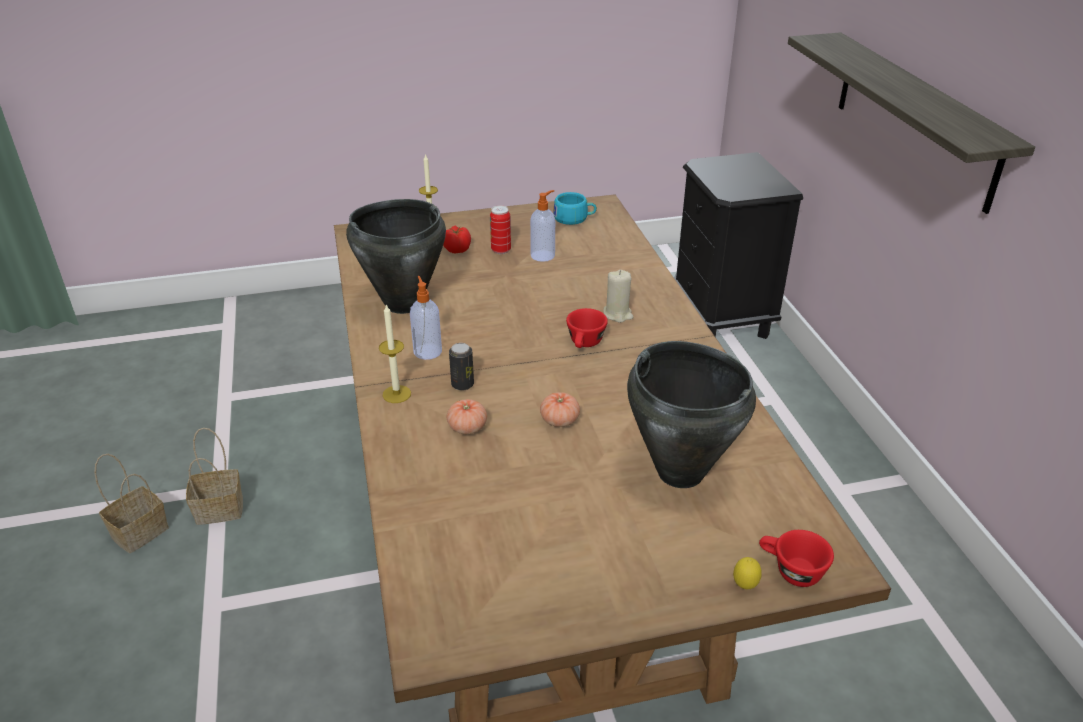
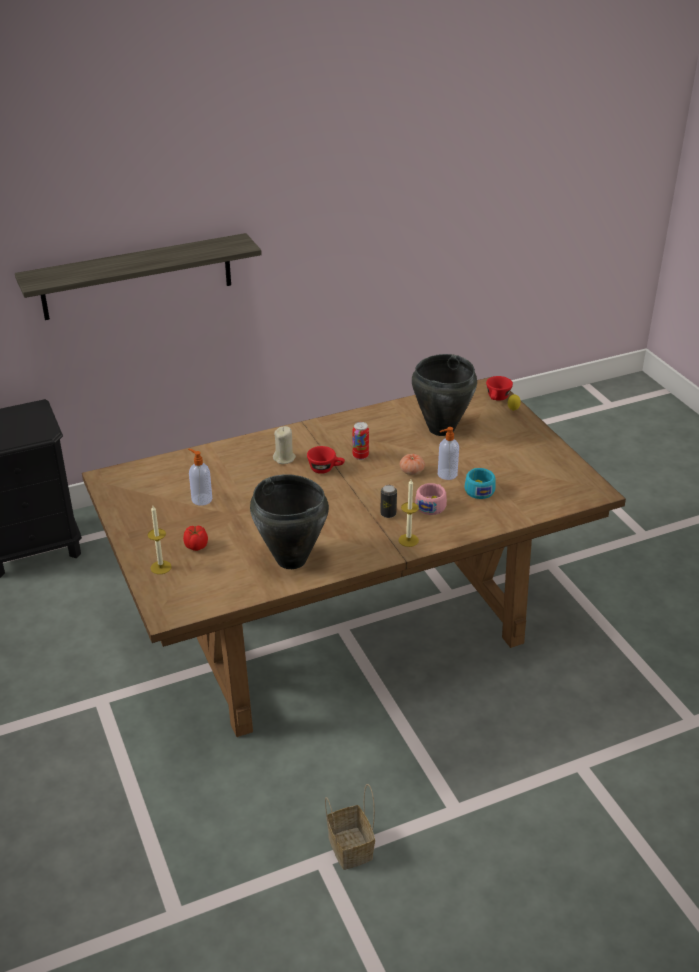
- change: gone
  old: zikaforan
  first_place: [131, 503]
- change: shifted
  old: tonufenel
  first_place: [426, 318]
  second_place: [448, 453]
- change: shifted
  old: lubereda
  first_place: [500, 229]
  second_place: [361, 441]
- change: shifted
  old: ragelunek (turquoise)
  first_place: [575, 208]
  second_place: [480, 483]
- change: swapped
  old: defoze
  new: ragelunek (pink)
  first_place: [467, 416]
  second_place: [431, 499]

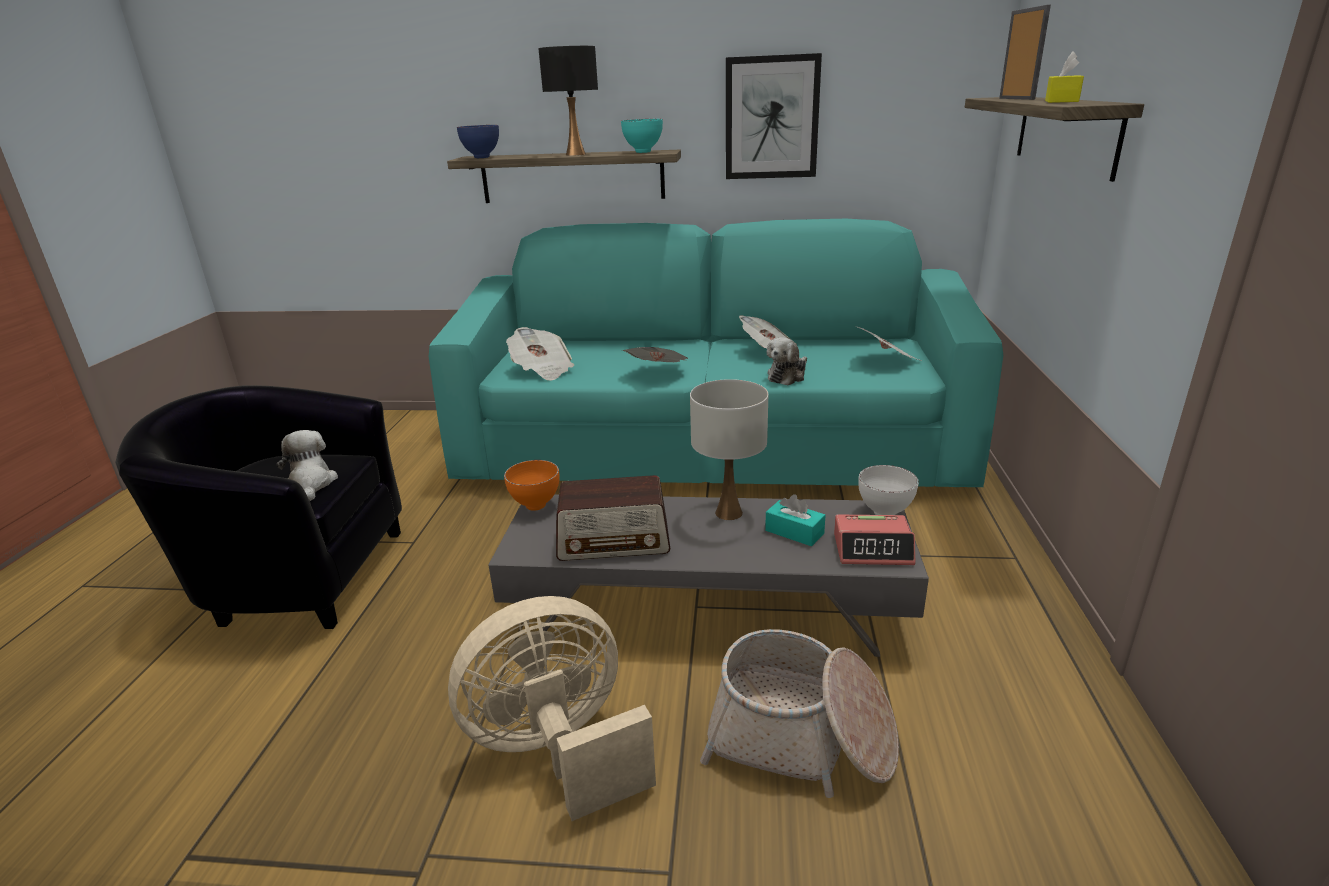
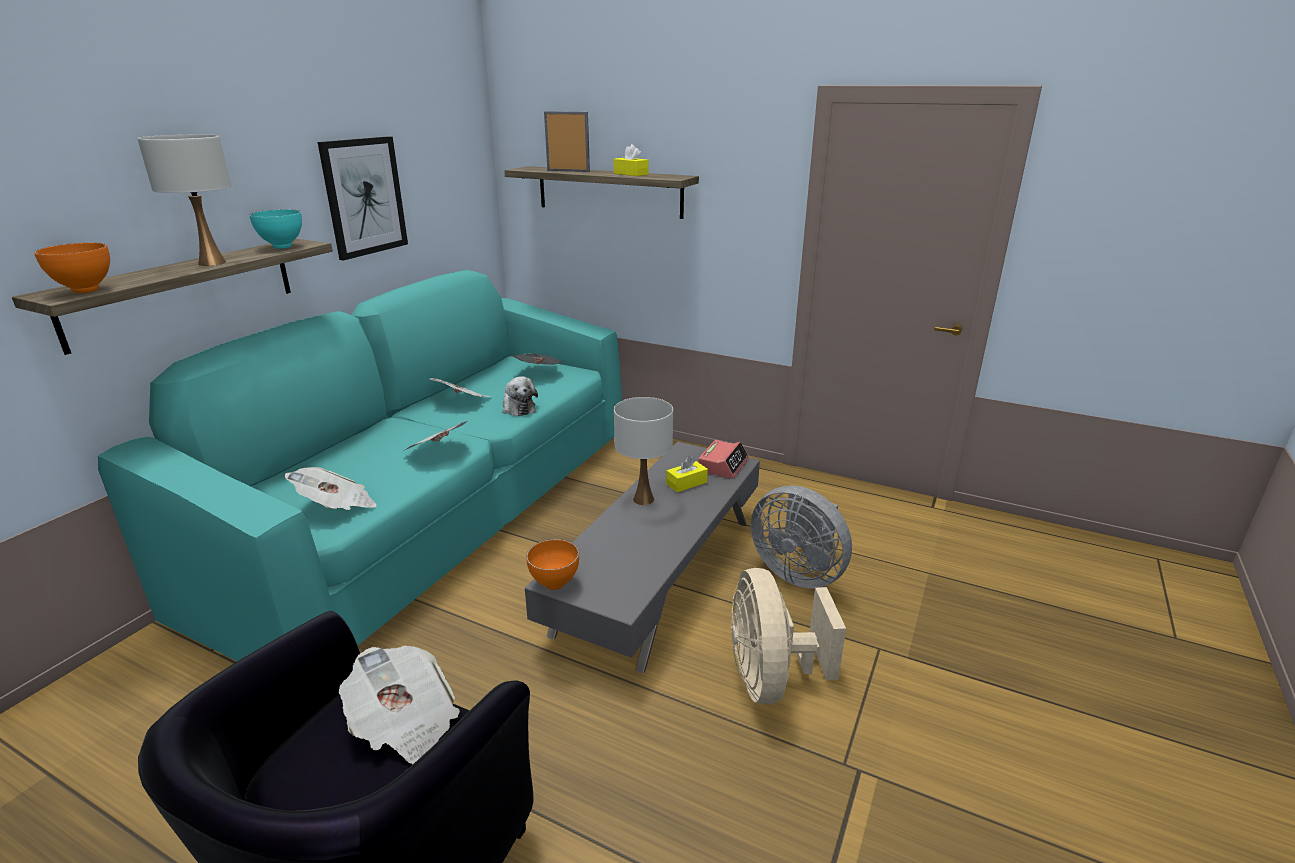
- change: gone
  old: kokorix
  first_place: [613, 518]
- change: gone
  old: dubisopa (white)
  first_place: [888, 490]
- change: swapped
  old: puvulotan
  new: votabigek
  first_place: [307, 465]
  second_place: [399, 705]
- change: swapped
  old: zikaforan
  new: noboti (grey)
  first_place: [799, 713]
  second_place: [801, 537]
- change: repainted
  old: dubisopa (blue)
  new: dubisopa (orange)
  first_place: [478, 141]
  second_place: [72, 268]
- change: repainted
  old: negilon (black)
  new: negilon (white)
  first_place: [568, 101]
  second_place: [184, 200]
- change: repainted
  old: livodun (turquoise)
  new: livodun (yellow)
  first_place: [795, 520]
  second_place: [687, 474]

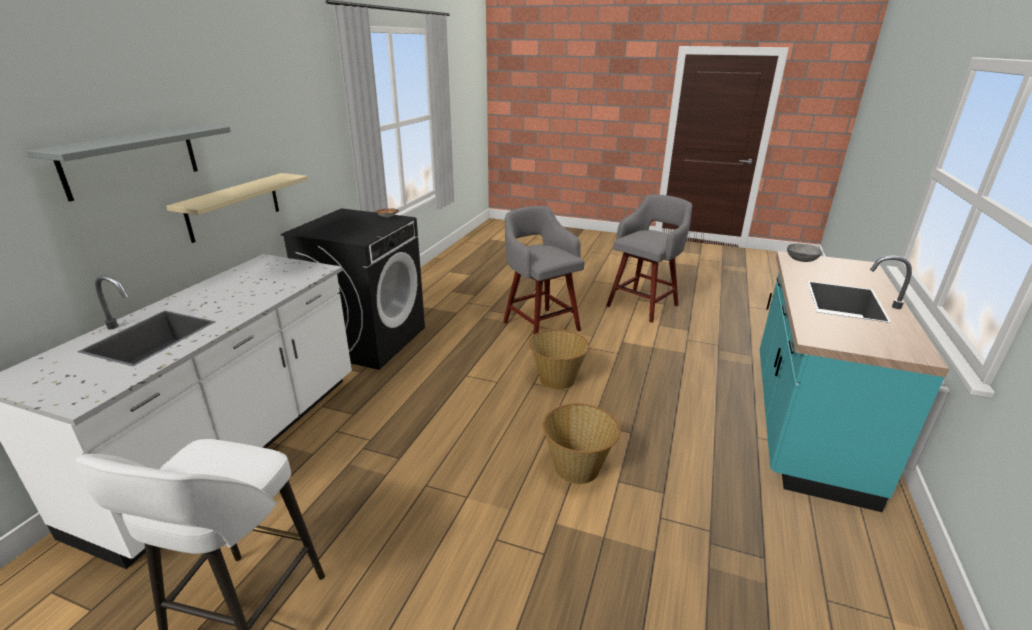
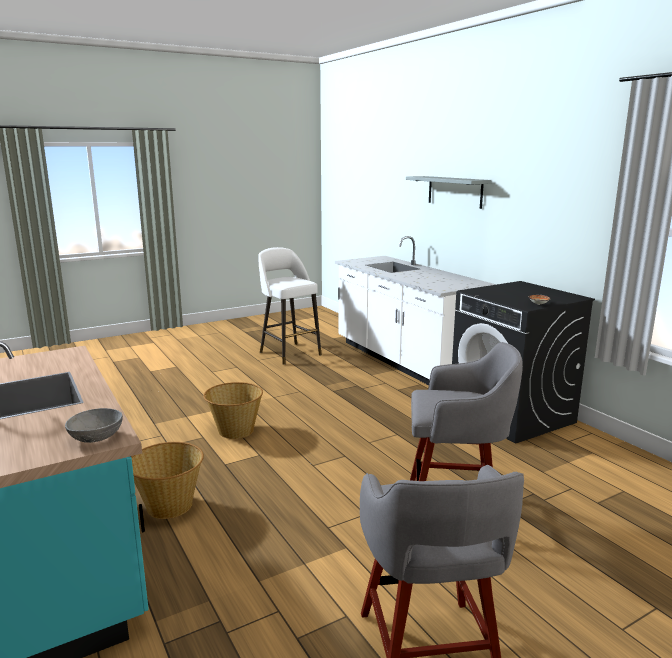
- change: gone
  old: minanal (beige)
  first_place: [237, 208]
- change: shifted
  old: zikaforan
  first_place: [558, 359]
  second_place: [167, 480]

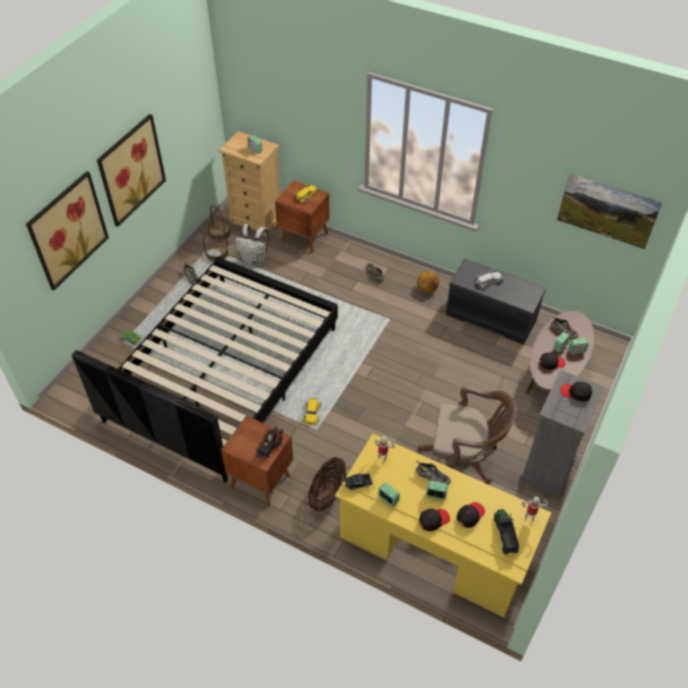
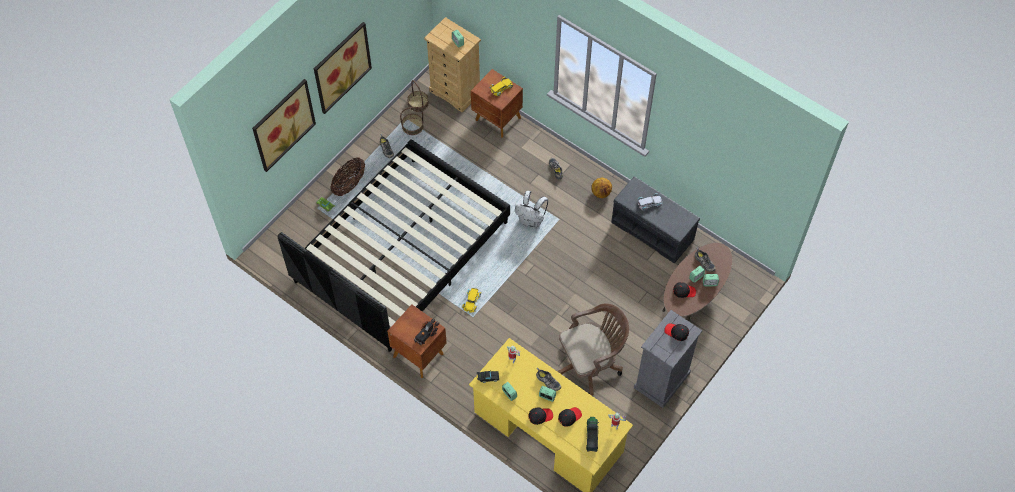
- change: gone
  old: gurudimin
  first_place: [610, 211]
- change: shifted
  old: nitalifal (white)
  first_place: [252, 244]
  second_place: [531, 210]
- change: shifted
  old: zikaforan
  first_place: [327, 484]
  second_place: [348, 177]
- change: rotated
  old: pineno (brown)
  first_place: [467, 435]
  second_place: [593, 350]
  degrees: -45

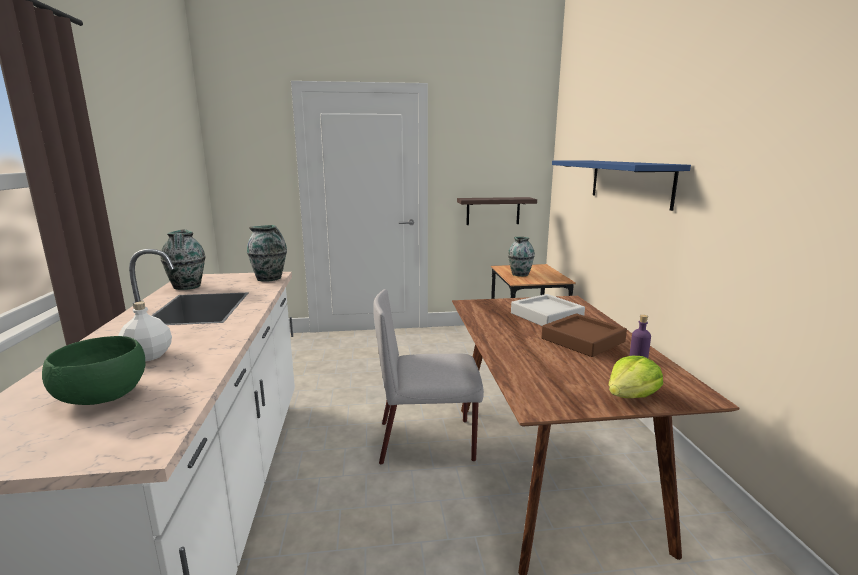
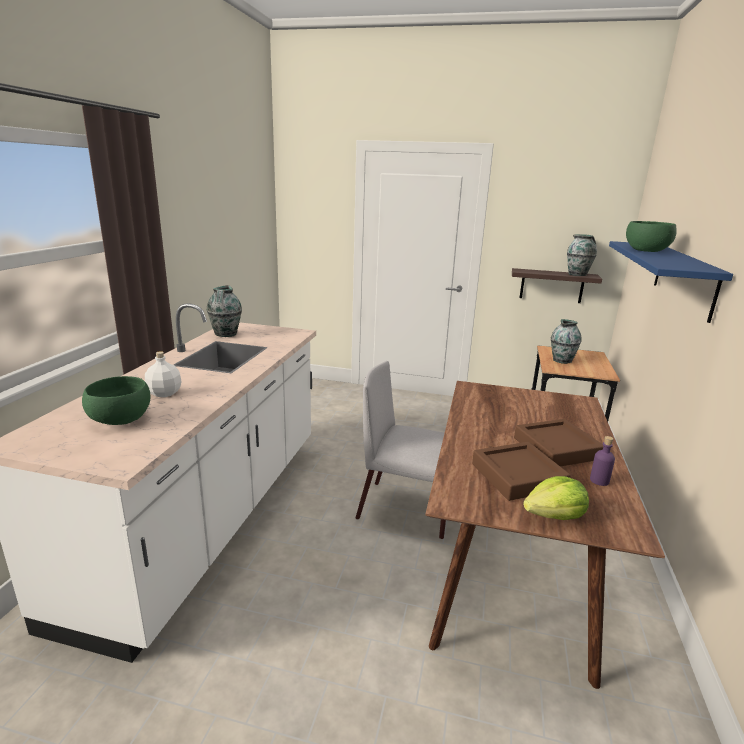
- change: gone
  old: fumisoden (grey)
  first_place: [548, 310]
- change: new
  new: fumisoden (brown)
  second_place: [521, 471]
- change: new
  new: dubisopa (green)
  second_place: [651, 236]
- change: shifted
  old: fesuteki
  first_place: [267, 253]
  second_place: [582, 255]

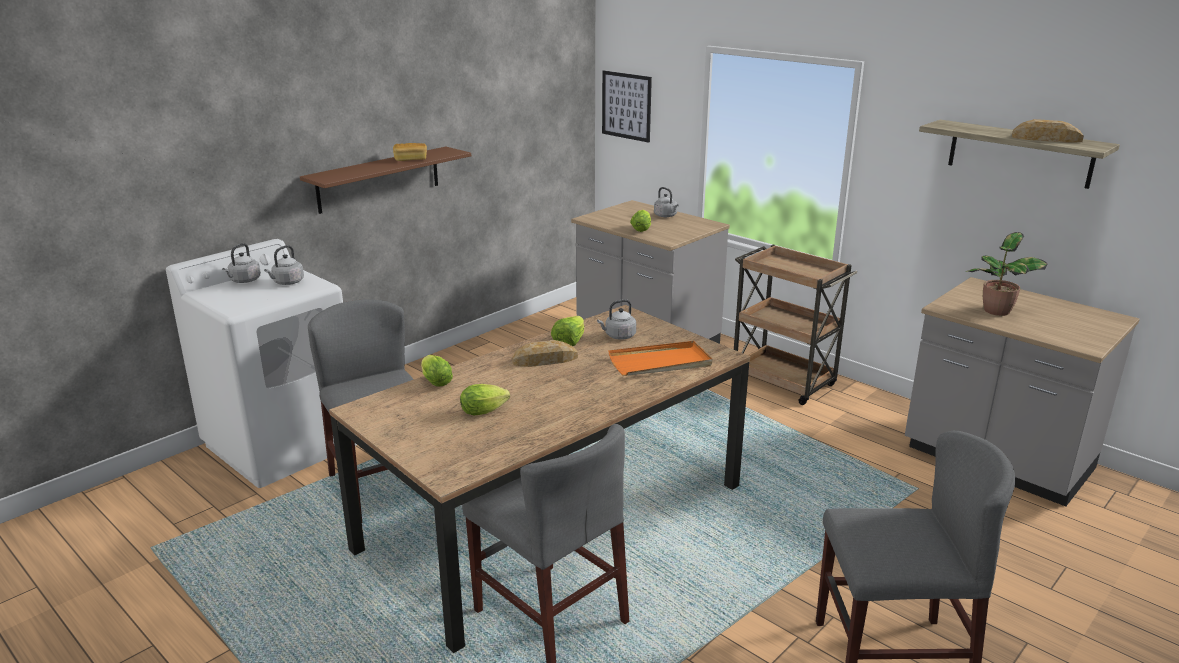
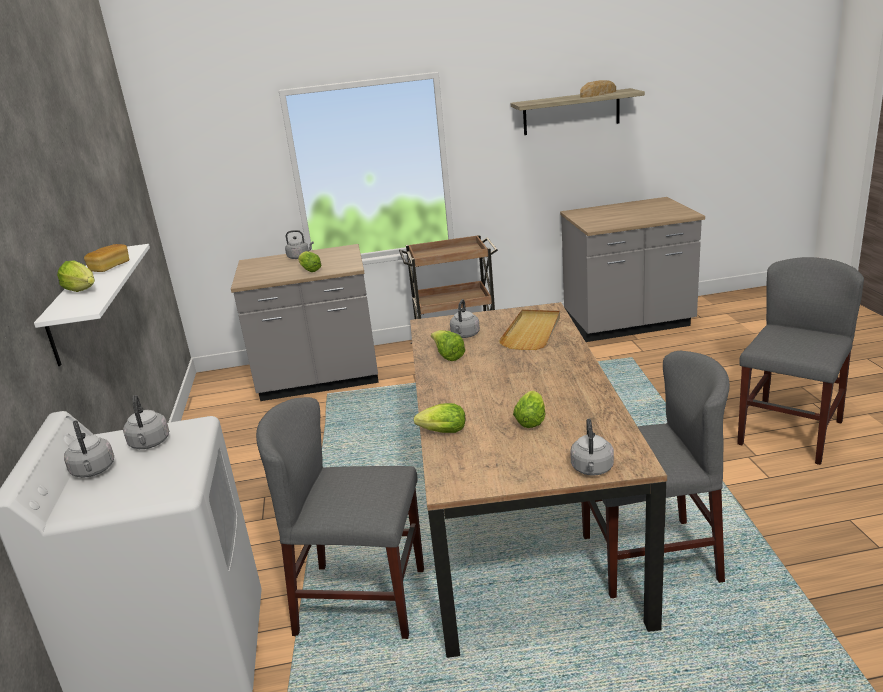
- change: gone
  old: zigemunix
  first_place: [545, 353]
- change: gone
  old: gurudimin
  first_place: [627, 107]
- change: gone
  old: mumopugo
  first_place: [1006, 274]
- change: new
  new: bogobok
  second_place: [76, 276]
- change: new
  new: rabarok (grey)
  second_place: [592, 447]
- change: repainted
  old: minanal (brown)
  new: minanal (white)
  first_place: [385, 180]
  second_place: [92, 305]
- change: repainted
  old: fumisoden (orange)
  new: fumisoden (beige)
  first_place: [660, 358]
  second_place: [529, 329]

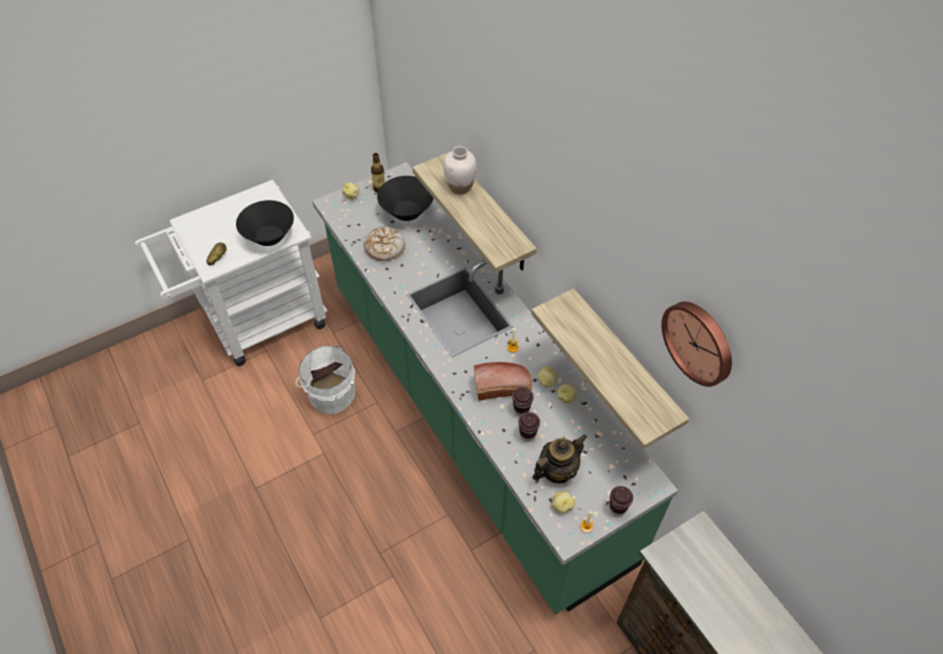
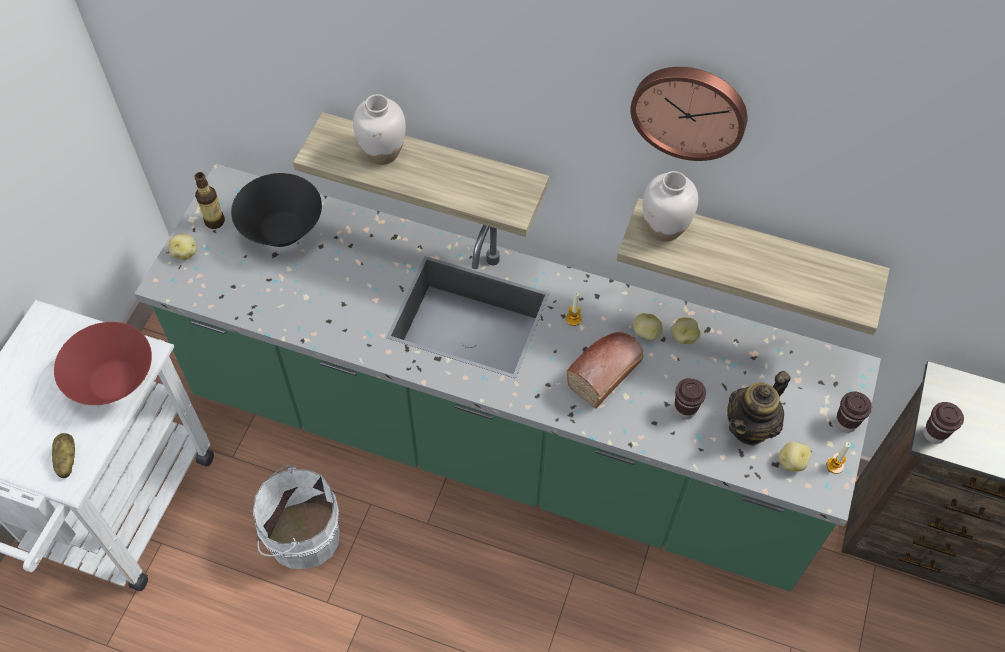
- change: gone
  old: zigemunix
  first_place: [384, 243]
- change: new
  new: fesuteki (white)
  second_place: [670, 206]
- change: shifted
  old: ragelunek (brown)
  first_place: [523, 402]
  second_place: [944, 423]
- change: shifted
  old: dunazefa
  first_place: [696, 344]
  second_place: [689, 114]
- change: repainted
  old: dubisopa (black)
  new: dubisopa (red)
  first_place: [265, 223]
  second_place: [103, 363]
- change: rotated
  old: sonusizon
  first_place: [559, 458]
  second_place: [759, 408]
  degrees: -150

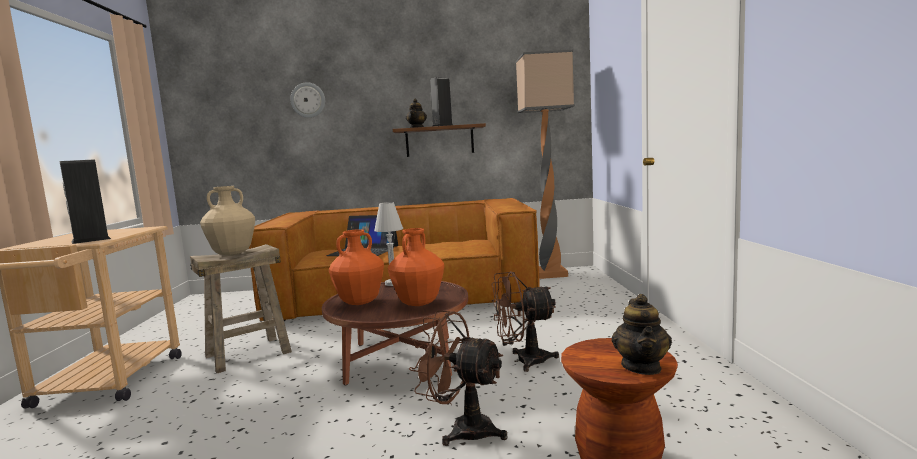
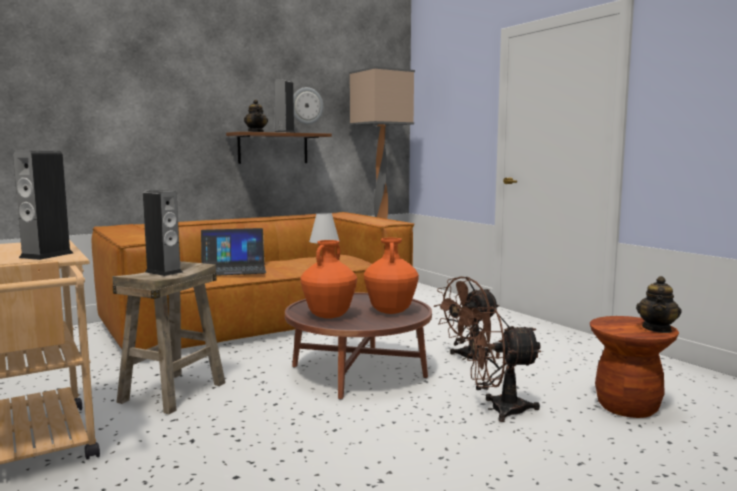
- change: shifted
  old: dunazefa
  first_place: [307, 100]
  second_place: [308, 105]
- change: swapped
  old: fesuteki (beige)
  new: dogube
  first_place: [227, 221]
  second_place: [163, 233]
- change: rotated
  old: sonusizon
  first_place: [641, 334]
  second_place: [658, 304]
  degrees: 45

